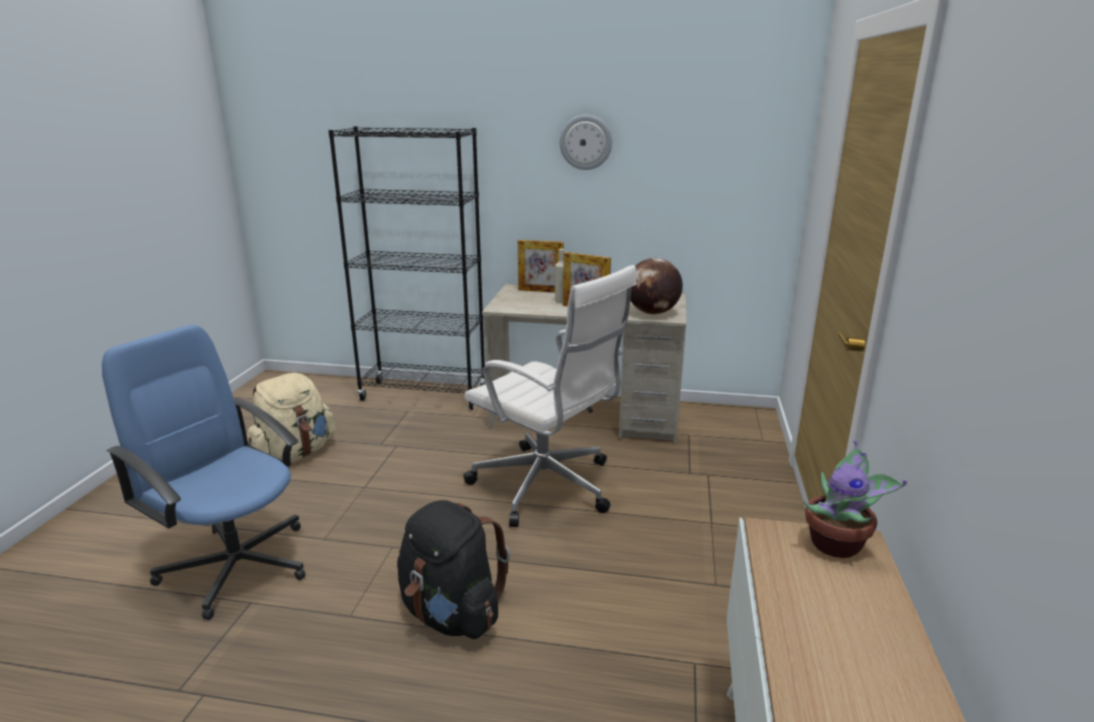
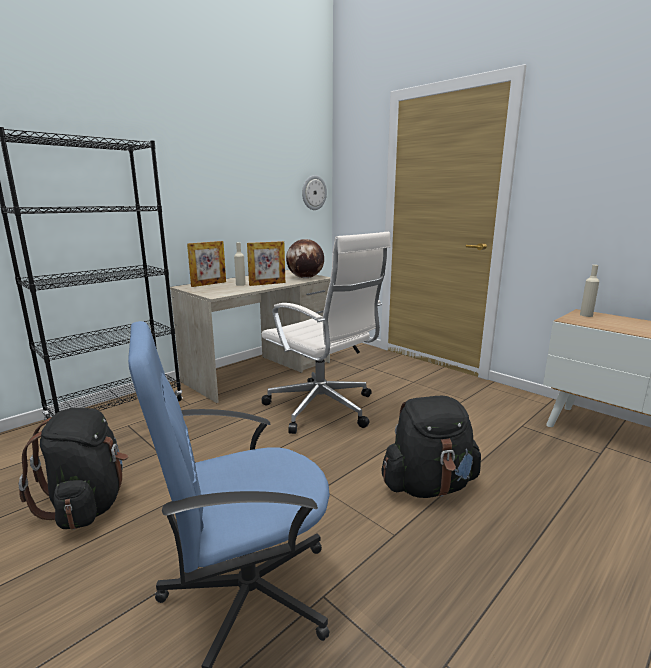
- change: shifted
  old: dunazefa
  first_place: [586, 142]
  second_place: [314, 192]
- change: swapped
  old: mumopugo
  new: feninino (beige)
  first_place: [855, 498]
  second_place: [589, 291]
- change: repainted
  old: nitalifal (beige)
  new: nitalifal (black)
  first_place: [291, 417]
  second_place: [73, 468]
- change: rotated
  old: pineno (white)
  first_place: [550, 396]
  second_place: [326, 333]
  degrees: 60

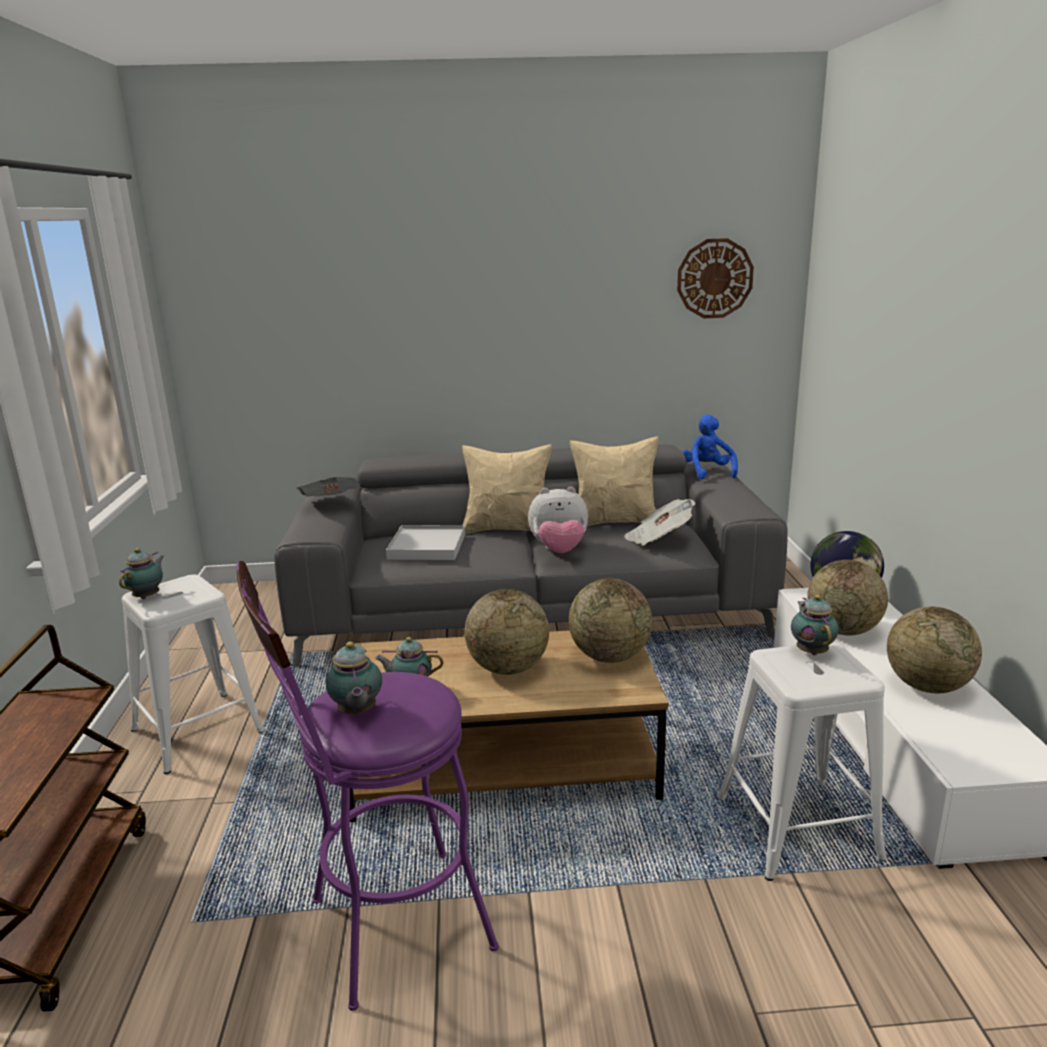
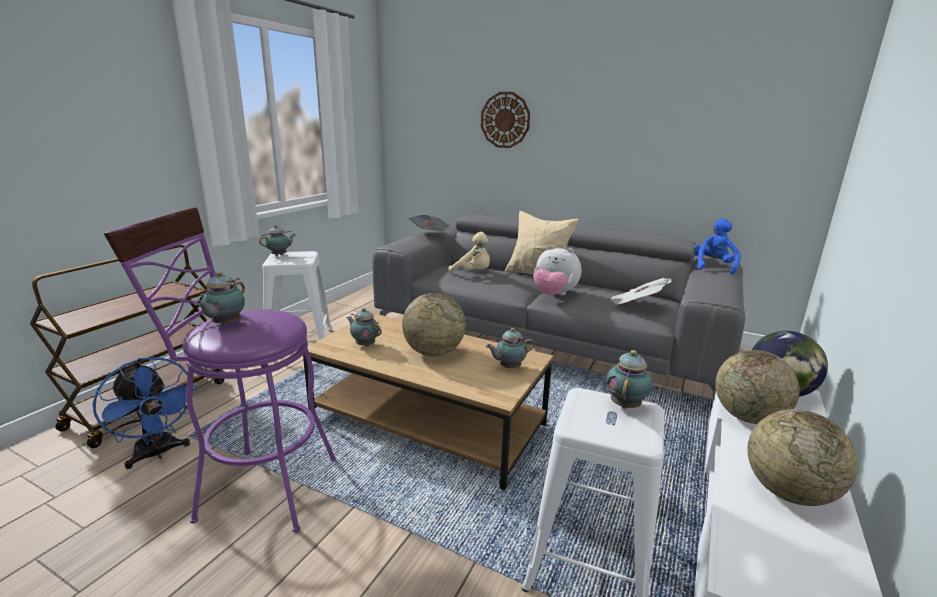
- change: gone
  old: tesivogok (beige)
  first_place: [614, 481]
- change: new
  new: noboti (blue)
  second_place: [145, 413]
- change: shifted
  old: dunazefa
  first_place: [715, 278]
  second_place: [505, 120]
- change: swapped
  old: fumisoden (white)
  new: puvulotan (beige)
  first_place: [425, 542]
  second_place: [469, 253]
- change: swapped
  old: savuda
  new: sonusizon
  first_place: [610, 621]
  second_place: [510, 348]

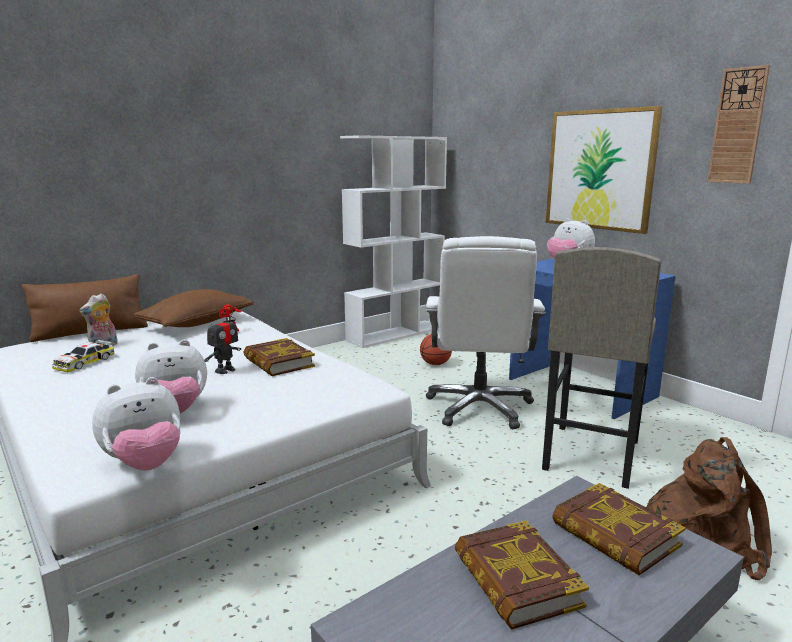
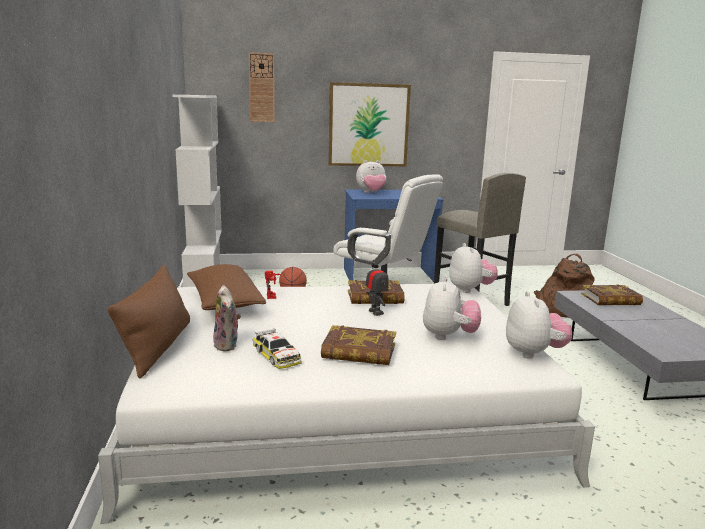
- change: new
  new: puvulotan
  second_place: [473, 268]
- change: shifted
  old: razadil
  first_place: [522, 575]
  second_place: [358, 345]
- change: shifted
  old: dunazefa
  first_place: [738, 124]
  second_place: [262, 87]

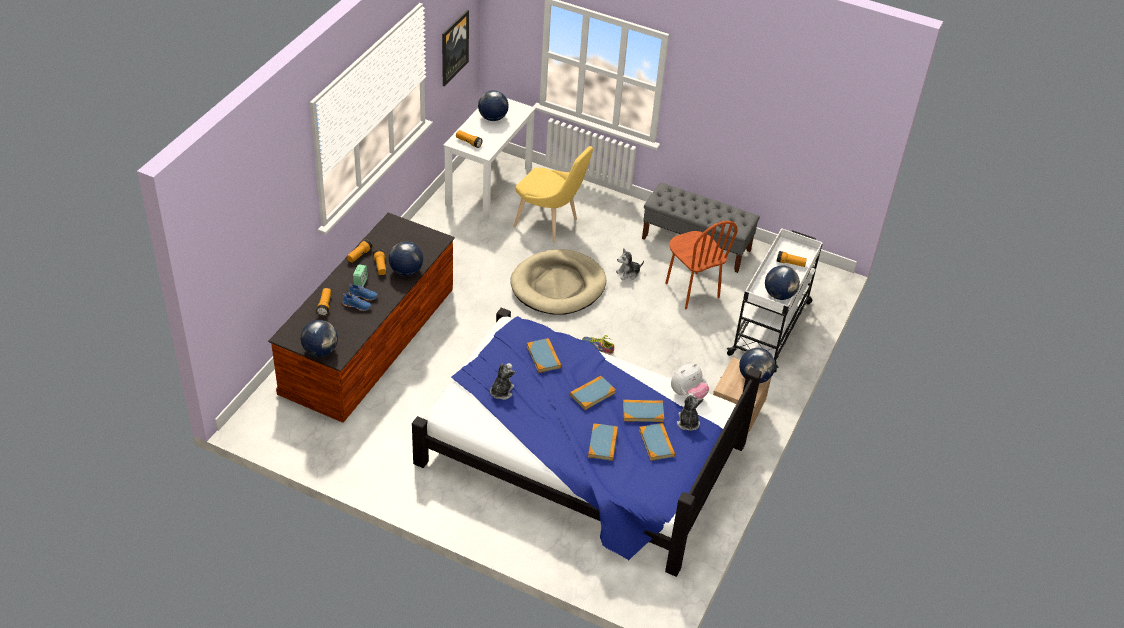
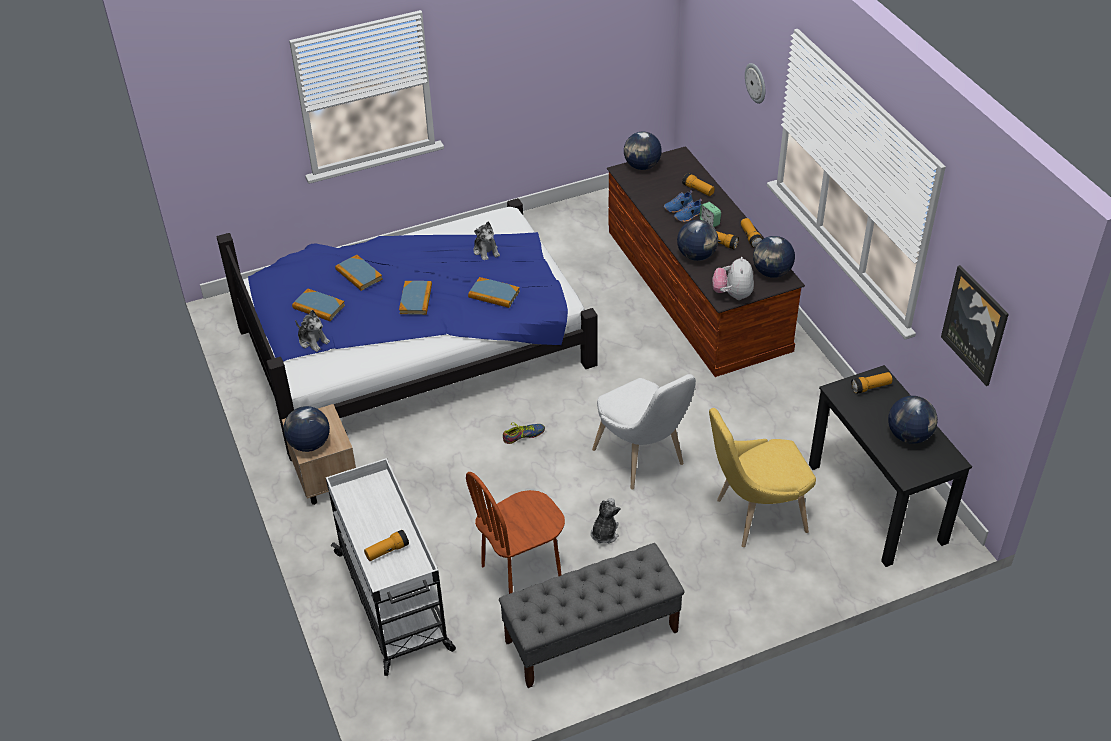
- change: gone
  old: razadil
  first_place: [643, 411]
- change: new
  new: dunazefa
  second_place: [755, 83]
- change: shifted
  old: puvulotan
  first_place: [690, 381]
  second_place: [733, 278]
- change: shifted
  old: savuda
  first_place: [782, 283]
  second_place: [774, 257]
- change: swapped
  old: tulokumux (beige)
  new: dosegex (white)
  first_place: [558, 282]
  second_place: [644, 431]
- change: repainted
  old: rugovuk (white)
  new: rugovuk (black)
  first_place: [489, 159]
  second_place: [890, 466]
- change: rotated
  old: dosegex (brown)
  first_place: [701, 265]
  second_place: [515, 533]
  degrees: -45

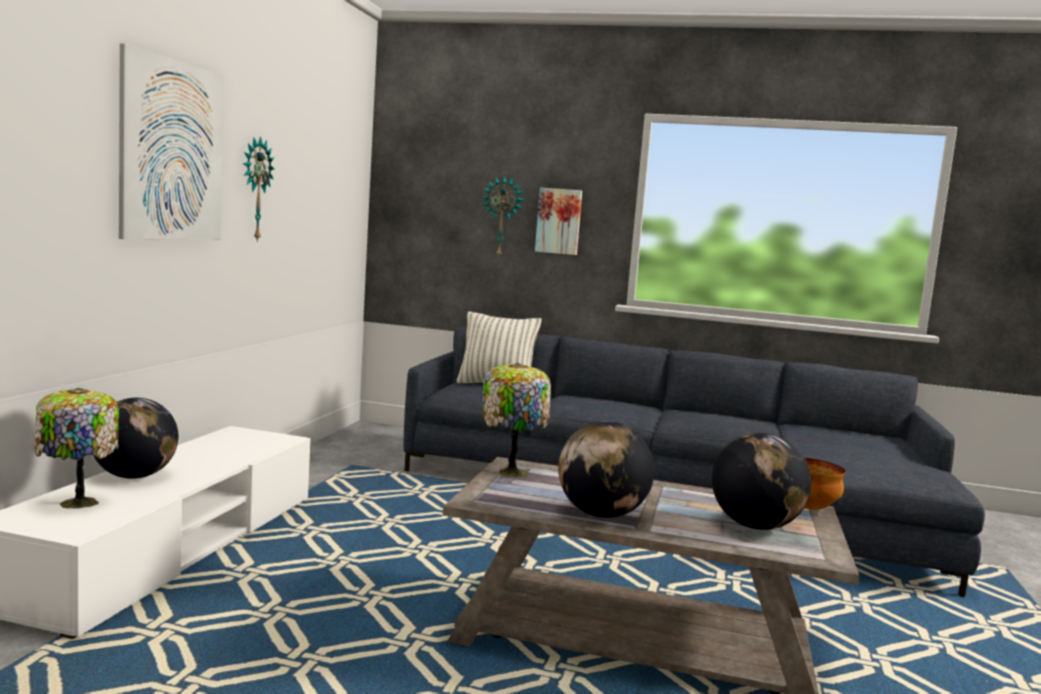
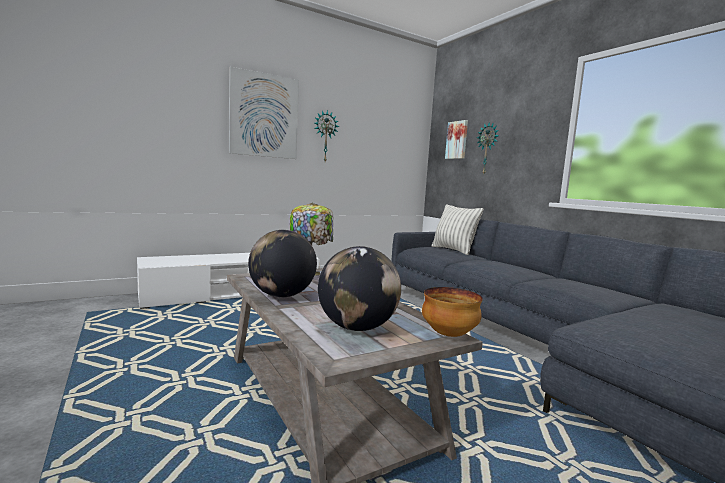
- change: gone
  old: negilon
  first_place: [76, 448]
- change: gone
  old: savuda
  first_place: [135, 438]
- change: shifted
  old: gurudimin
  first_place: [558, 221]
  second_place: [456, 139]

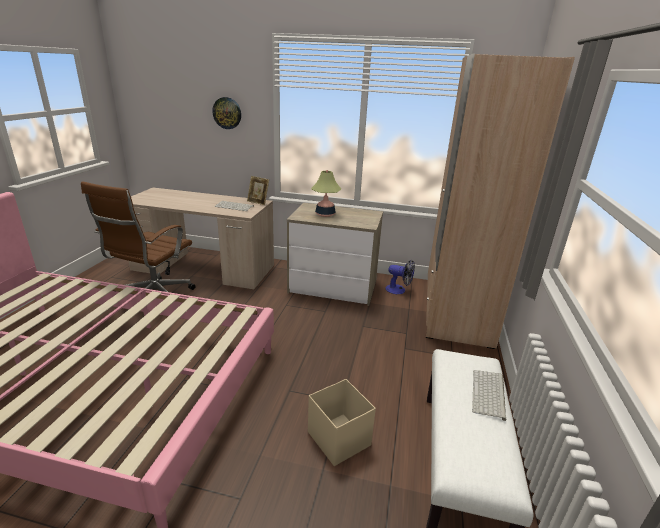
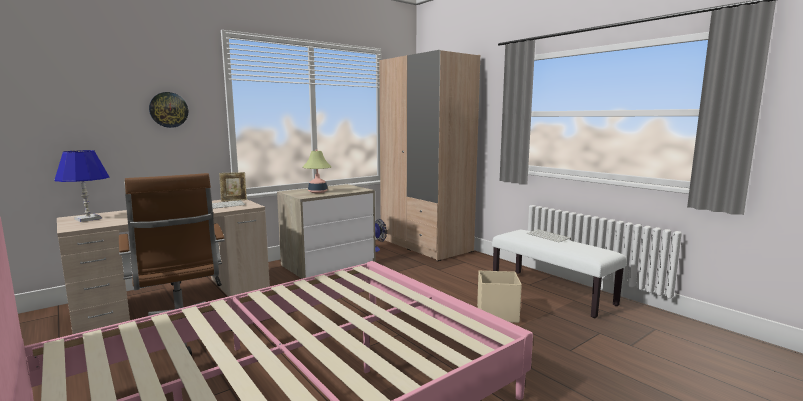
- change: new
  new: negilon (blue)
  second_place: [82, 186]

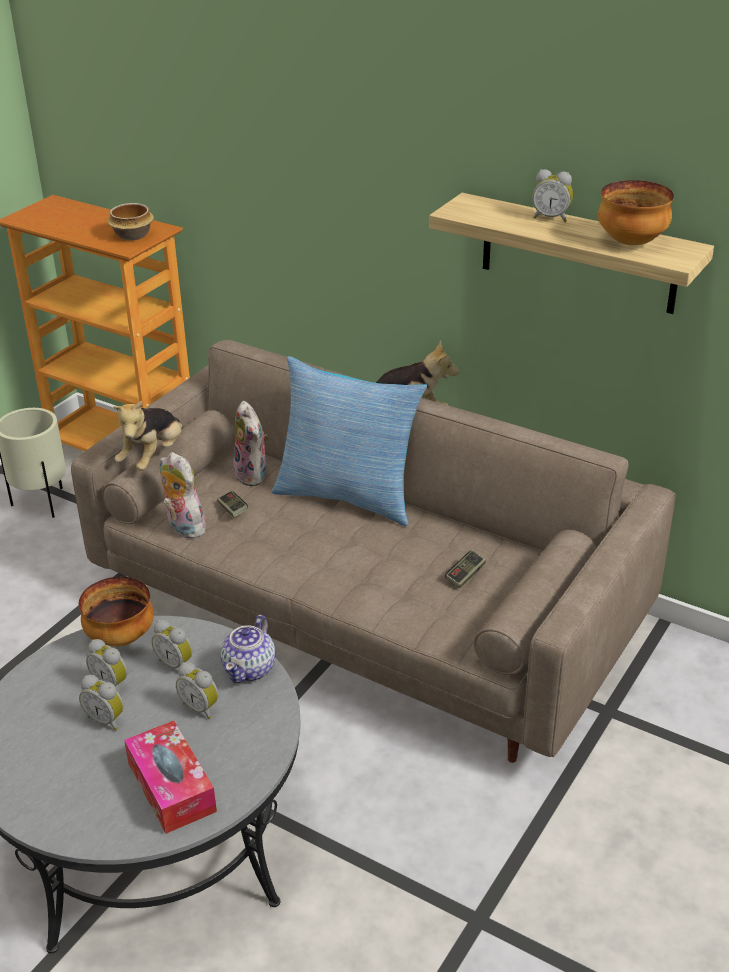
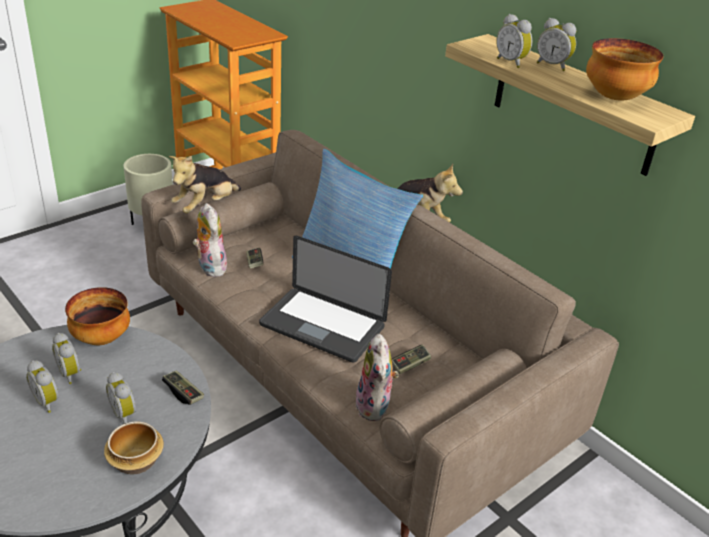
- change: gone
  old: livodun
  first_place: [170, 777]
- change: new
  new: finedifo
  second_place: [325, 299]
- change: shifted
  old: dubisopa
  first_place: [130, 222]
  second_place: [134, 447]
- change: shifted
  old: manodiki
  first_place: [172, 644]
  second_place: [514, 41]
- change: shifted
  old: puvulotan
  first_place: [251, 443]
  second_place: [377, 377]
- change: swapped
  old: sonusizon
  new: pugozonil
  first_place: [248, 649]
  second_place: [183, 387]

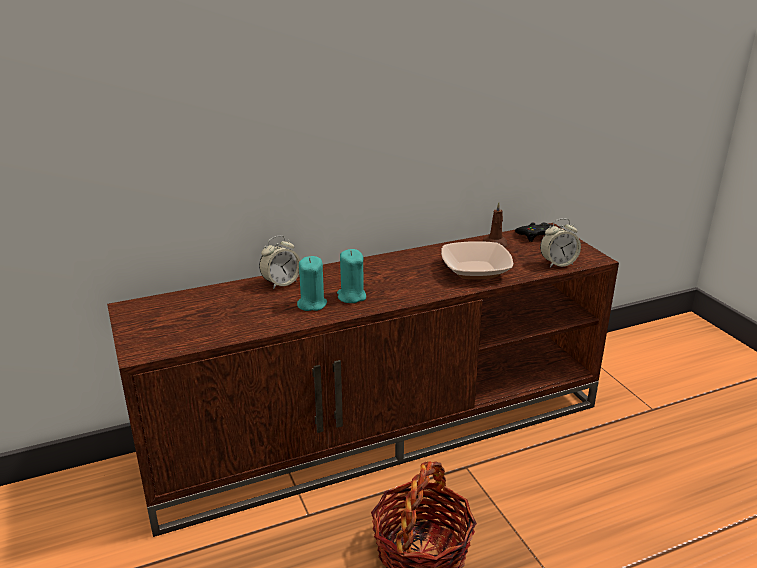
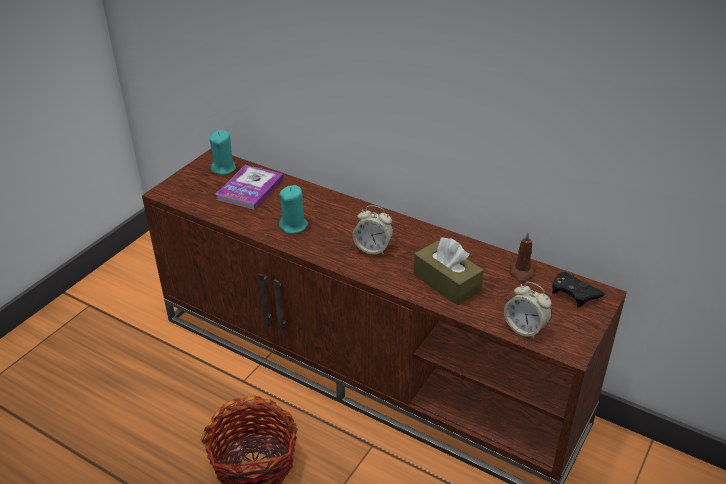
- change: new
  new: razadil
  second_place: [249, 187]
- change: shifted
  old: manodiki
  first_place: [279, 262]
  second_place: [373, 230]
- change: shifted
  old: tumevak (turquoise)
  first_place: [351, 276]
  second_place: [222, 152]
- change: swapped
  old: dubisopa
  new: livodun (brown)
  first_place: [477, 260]
  second_place: [449, 271]

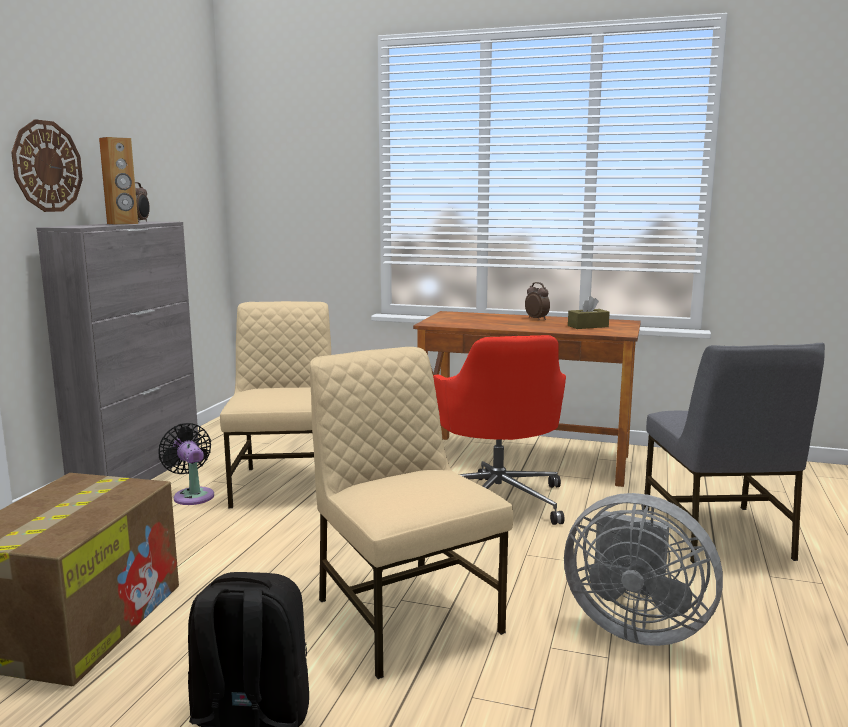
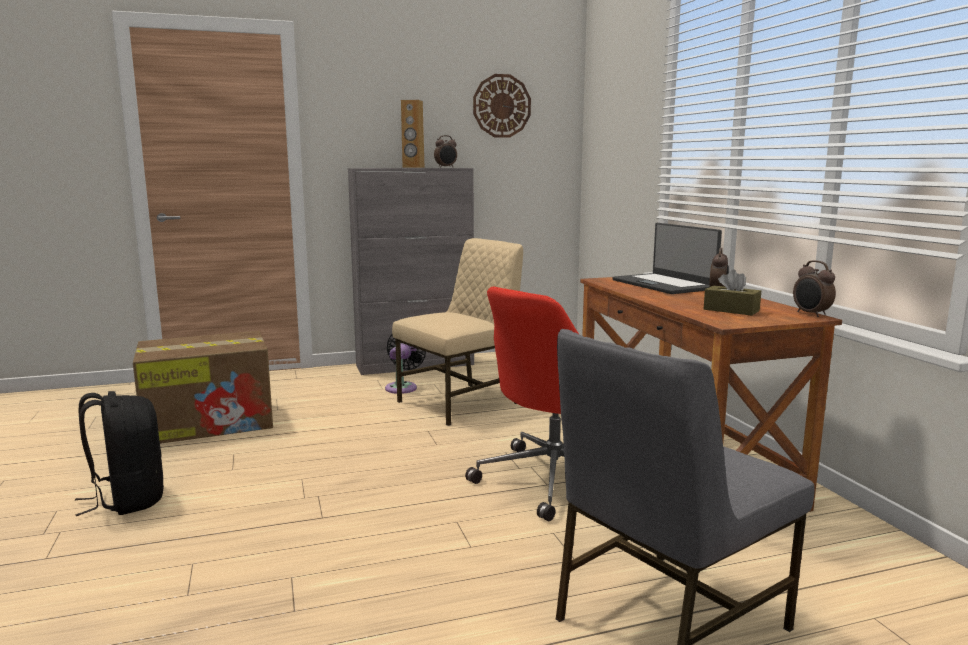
- change: gone
  old: dosegex (beige)
  first_place: [411, 513]
- change: gone
  old: noboti (grey)
  first_place: [643, 569]
- change: new
  new: finedifo
  second_place: [667, 258]
- change: new
  new: manodiki
  second_place: [814, 288]
- change: shifted
  old: dunazefa
  first_place: [47, 165]
  second_place: [502, 106]

